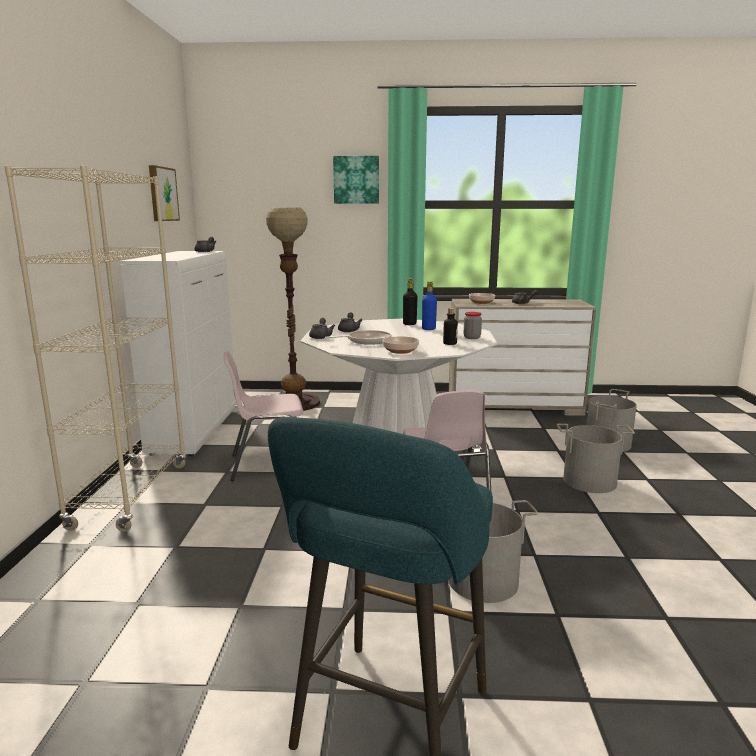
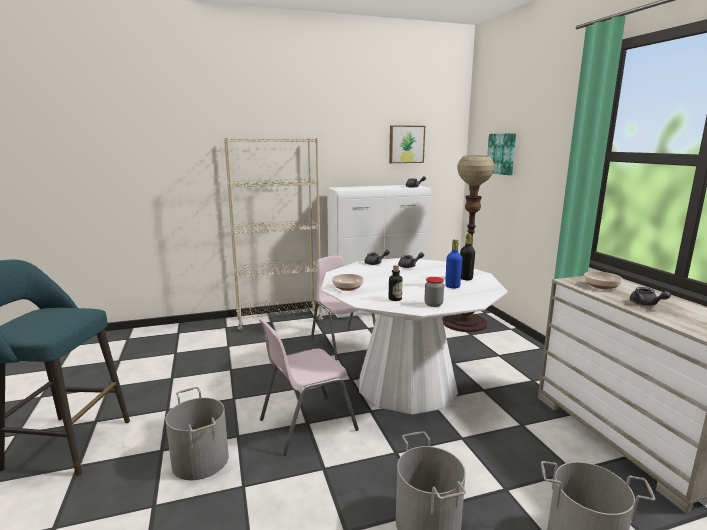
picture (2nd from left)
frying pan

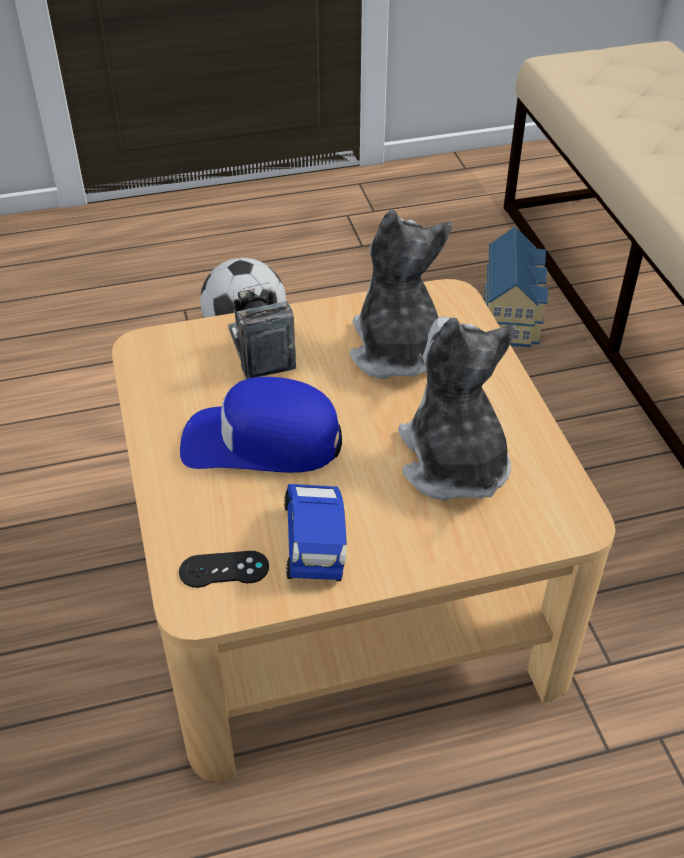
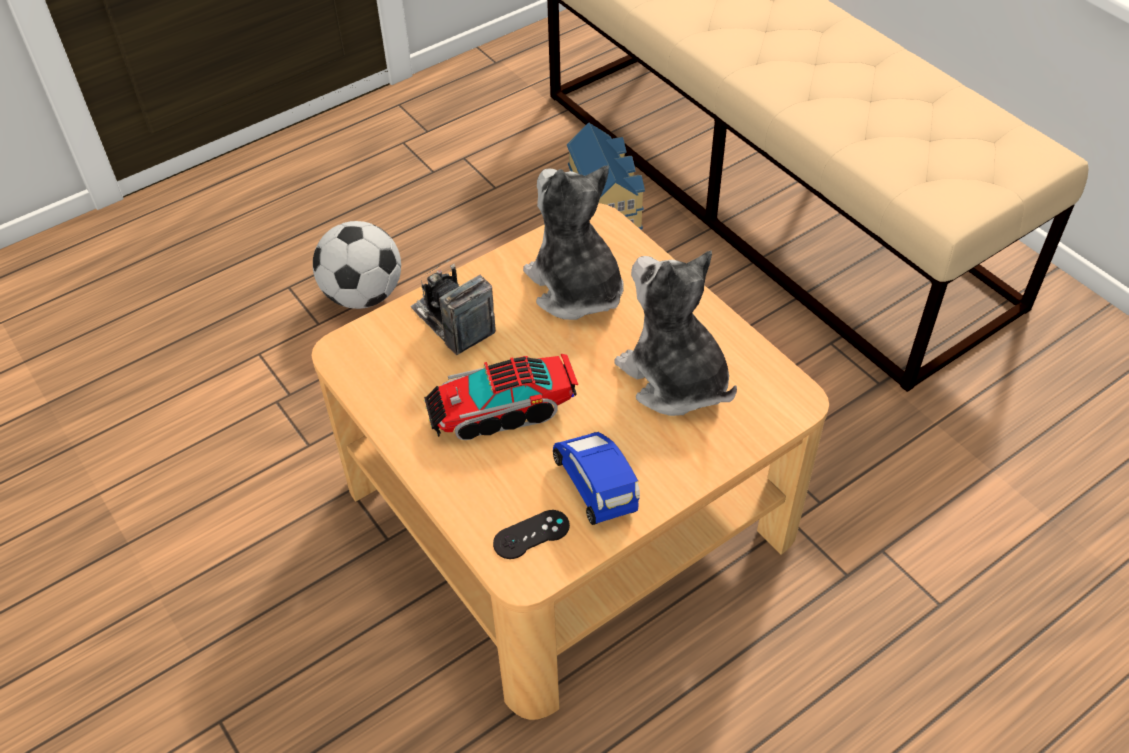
toy truck

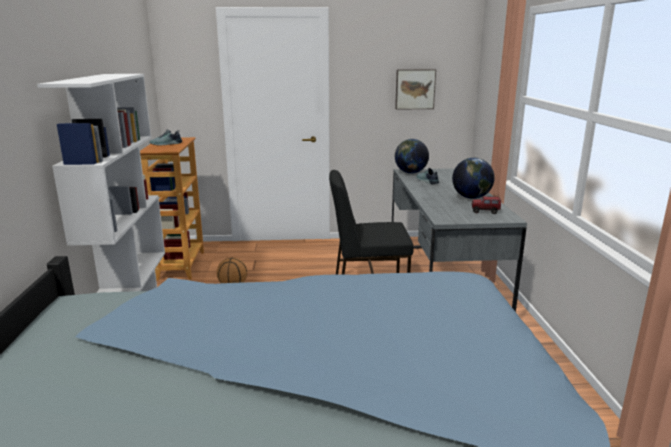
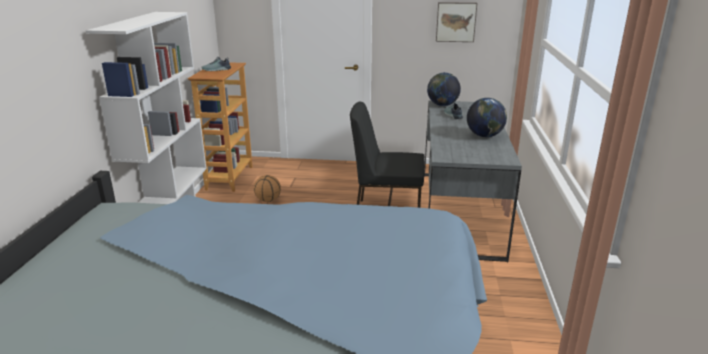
toy truck

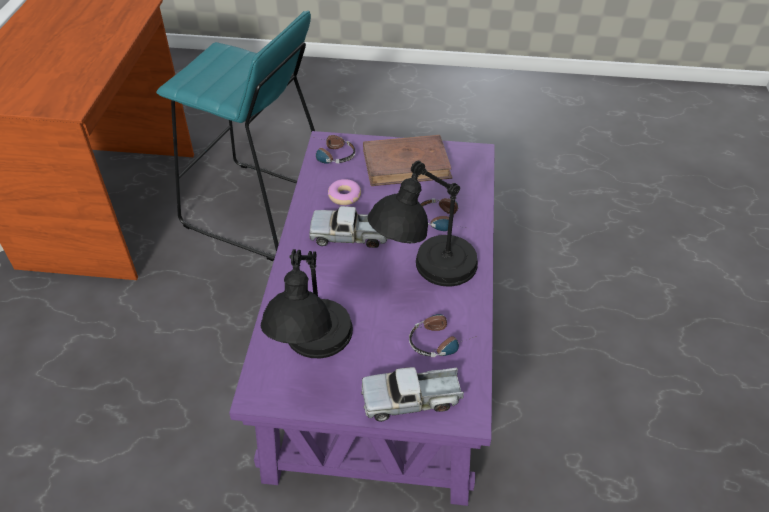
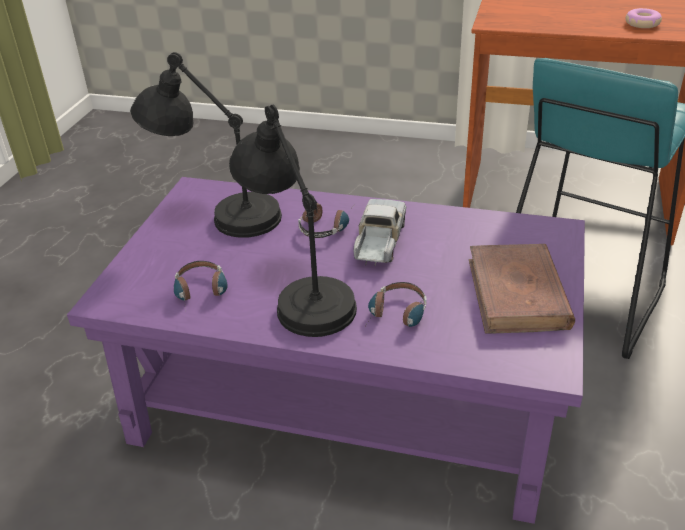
headphones (2nd from left)
donut
toy truck (2nd from left in the first image)

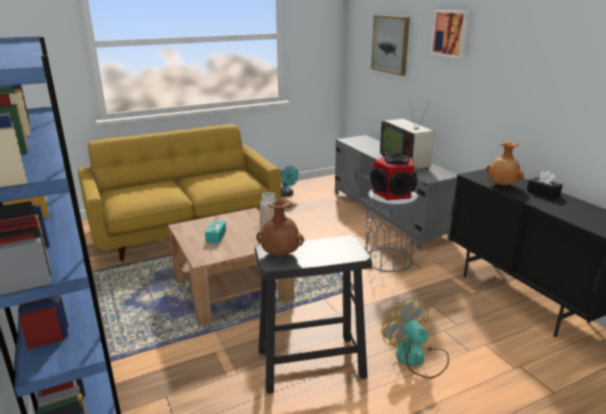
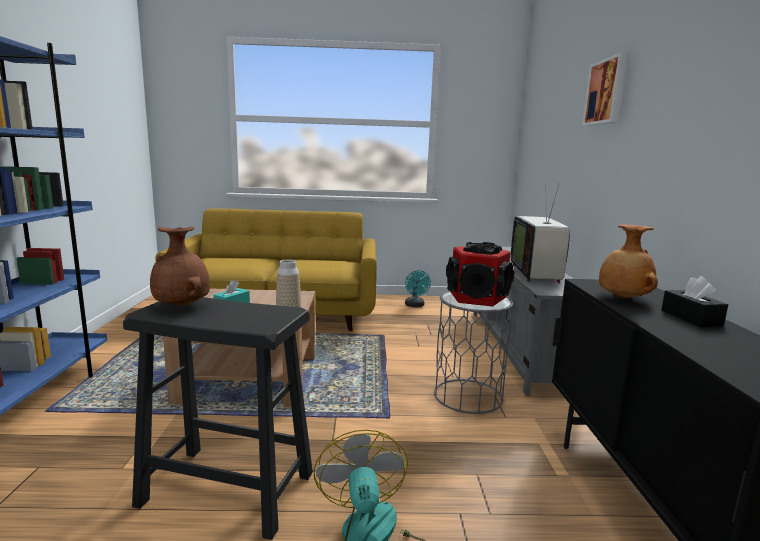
picture (1st from left in the first image)

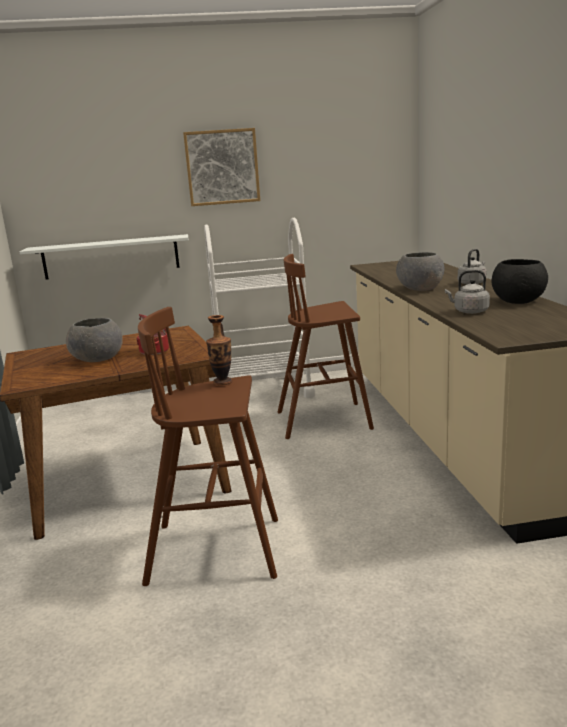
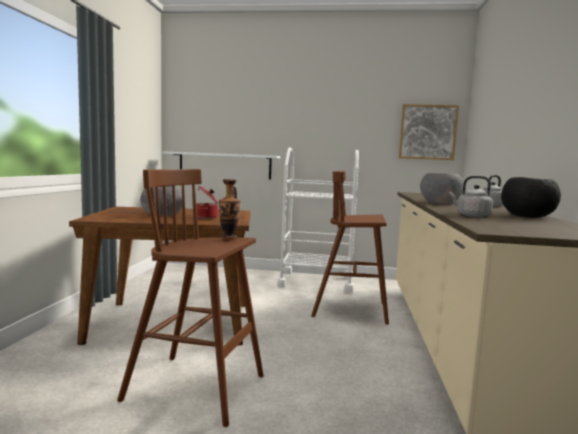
picture

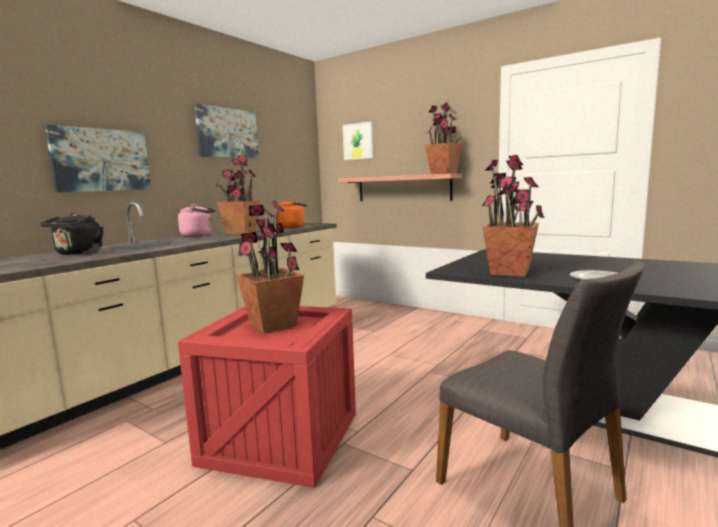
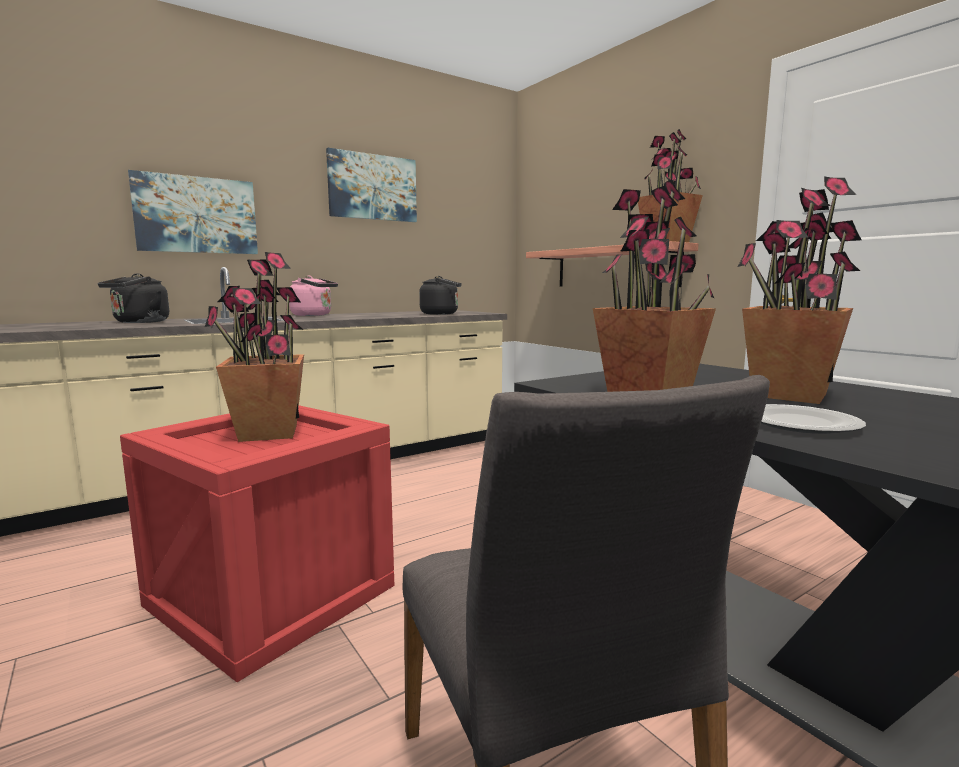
picture (3rd from left in the first image)
potted plant (4th from left)
black kettle (2nd from left)

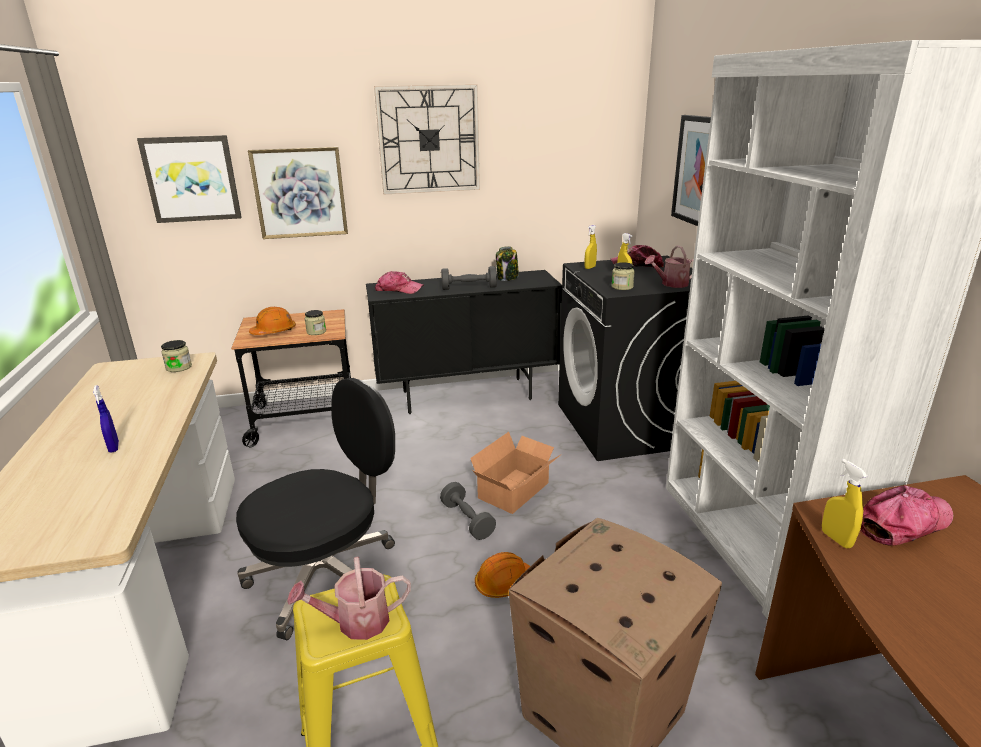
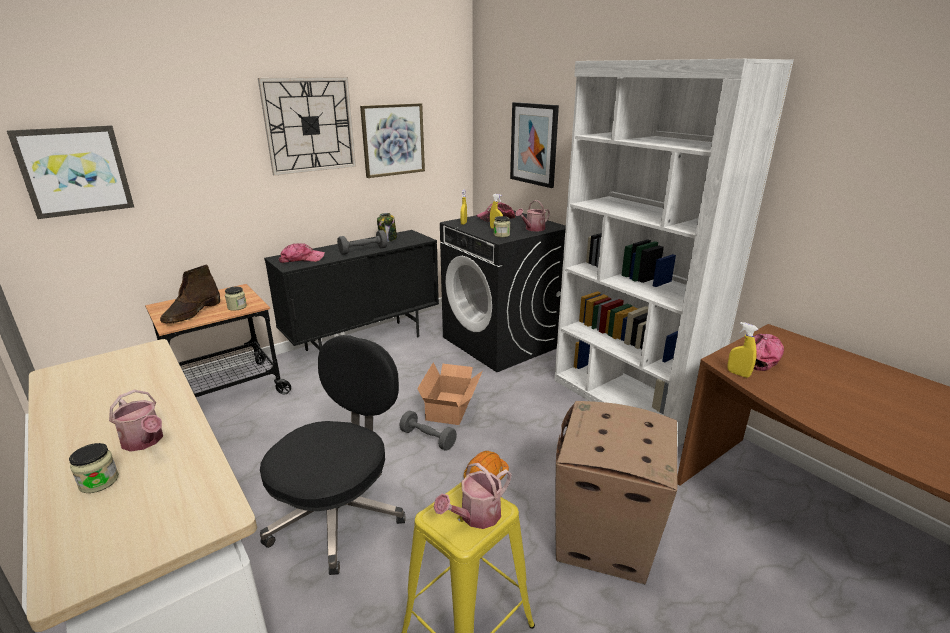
picture (2nd from left)
brown boot
jar (1st from left)
watering can (1st from left)

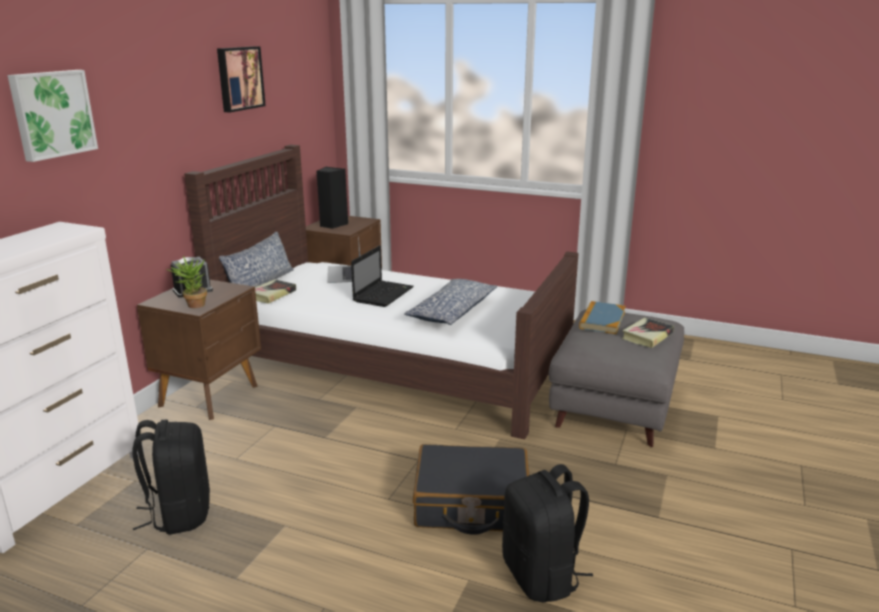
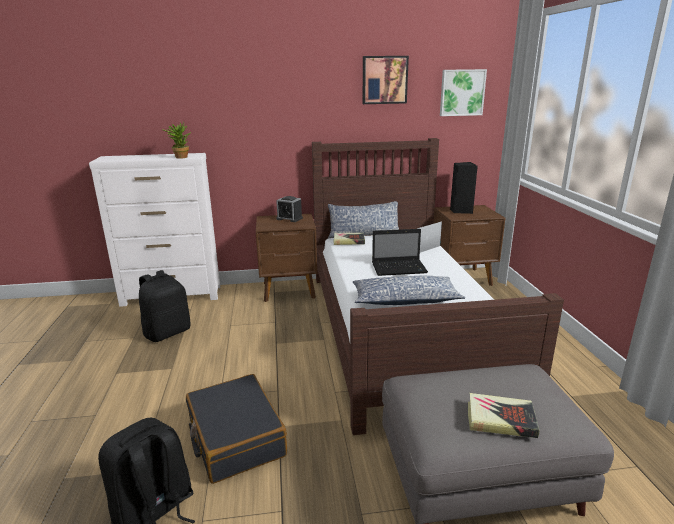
picture (2nd from left)
potted plant
book (2nd from left in the first image)

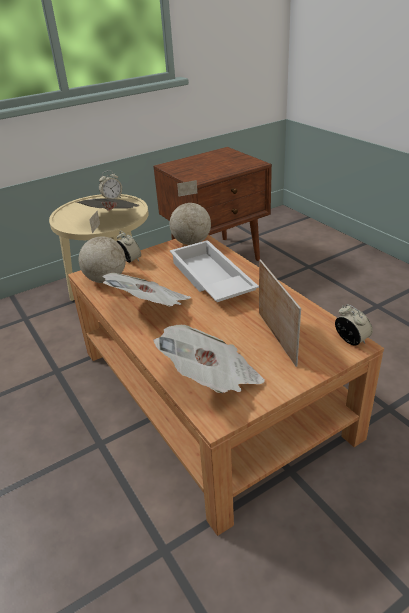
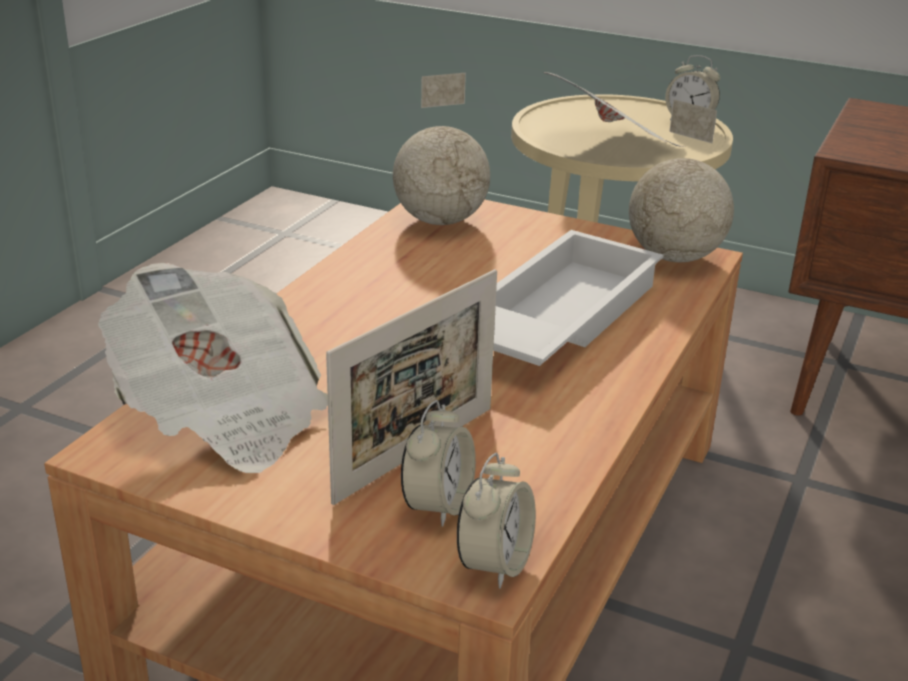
alarm clock (1st from left)
newspaper (2nd from left in the first image)

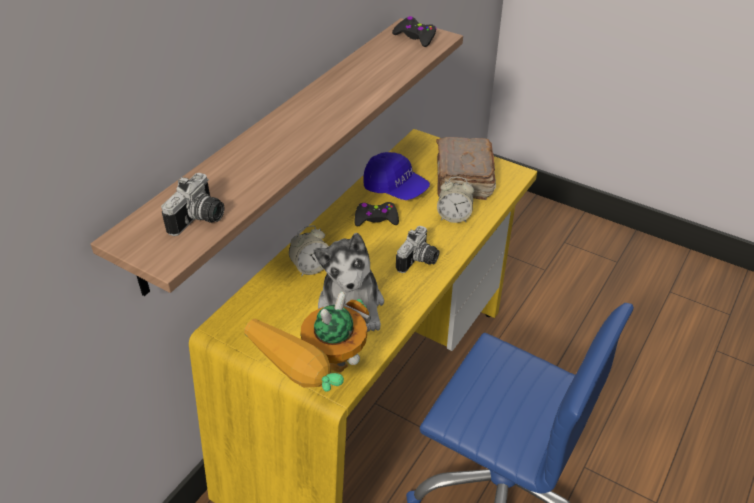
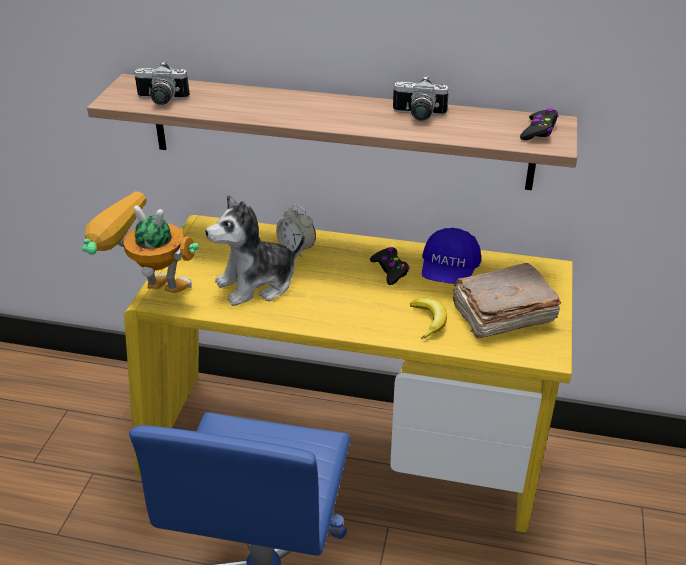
banana
photo camera (2nd from left)

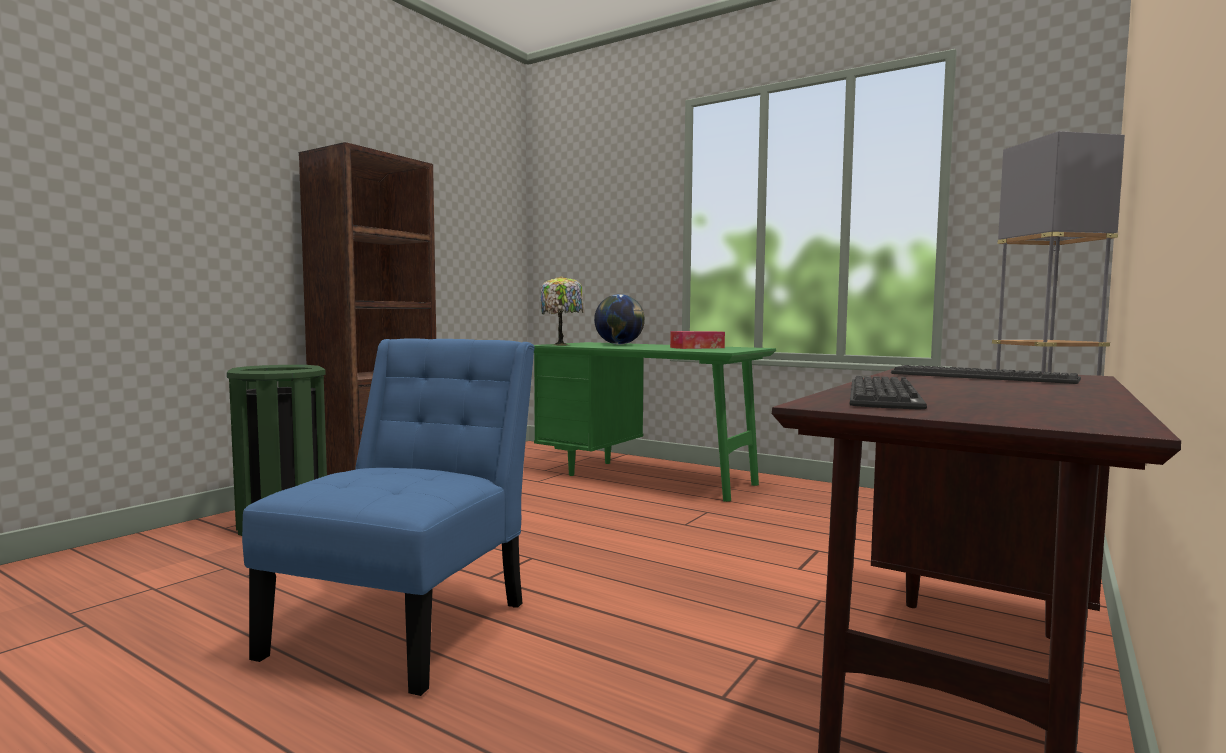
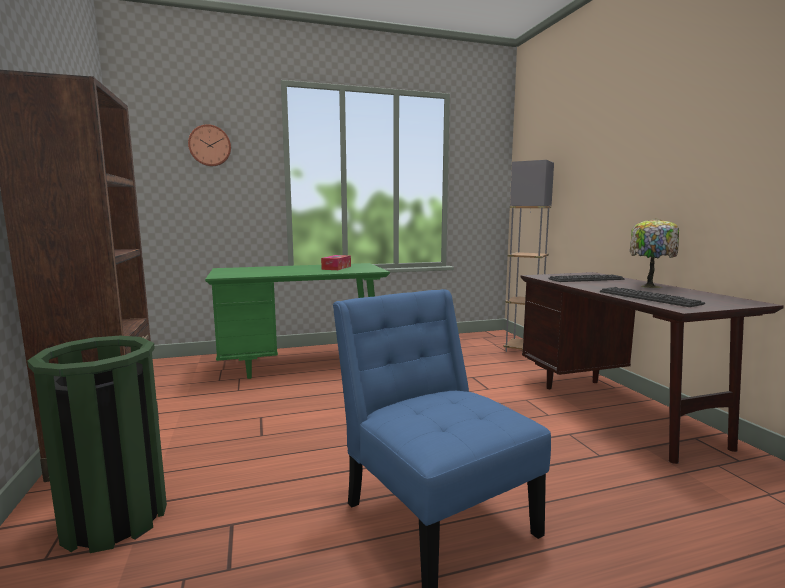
table lamp
globe
wall clock

